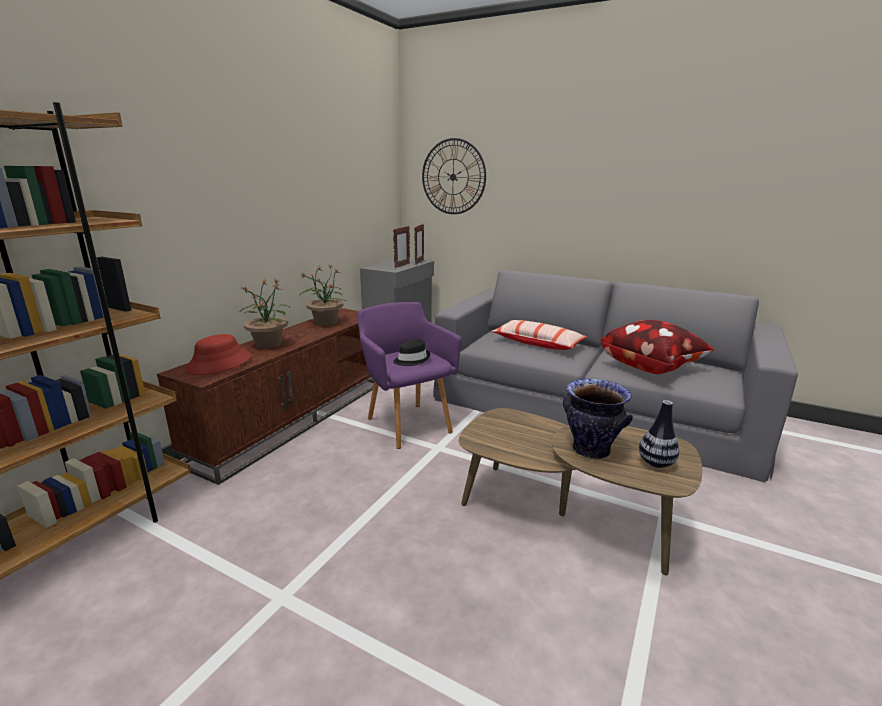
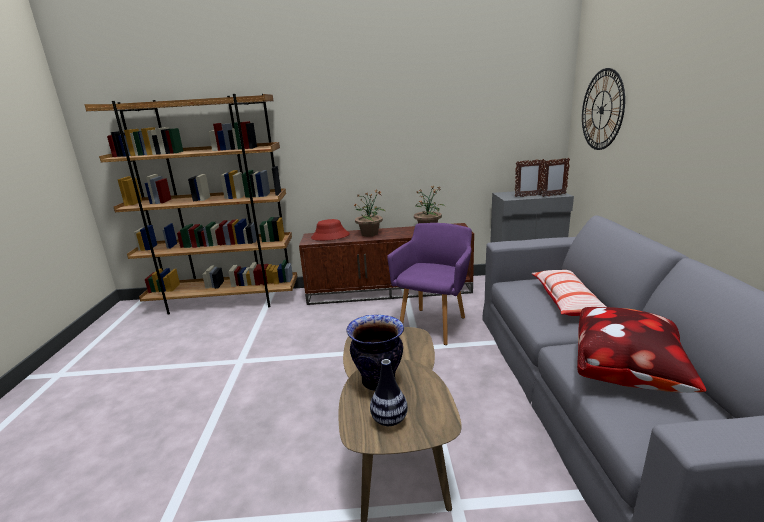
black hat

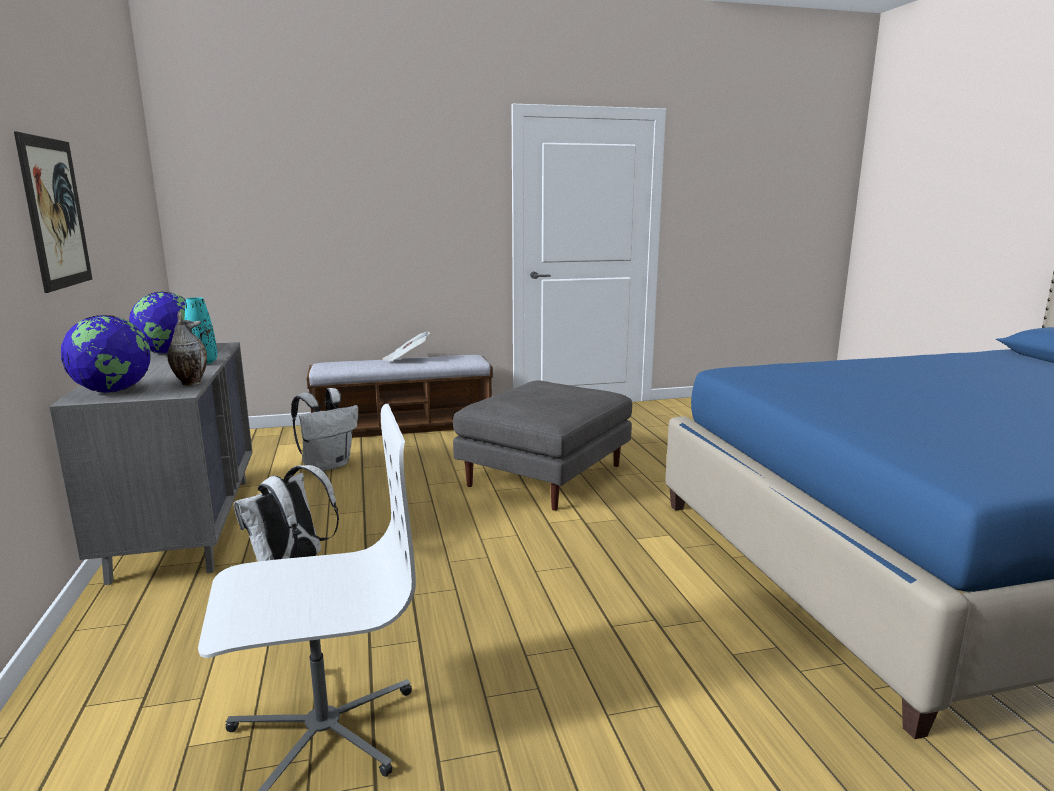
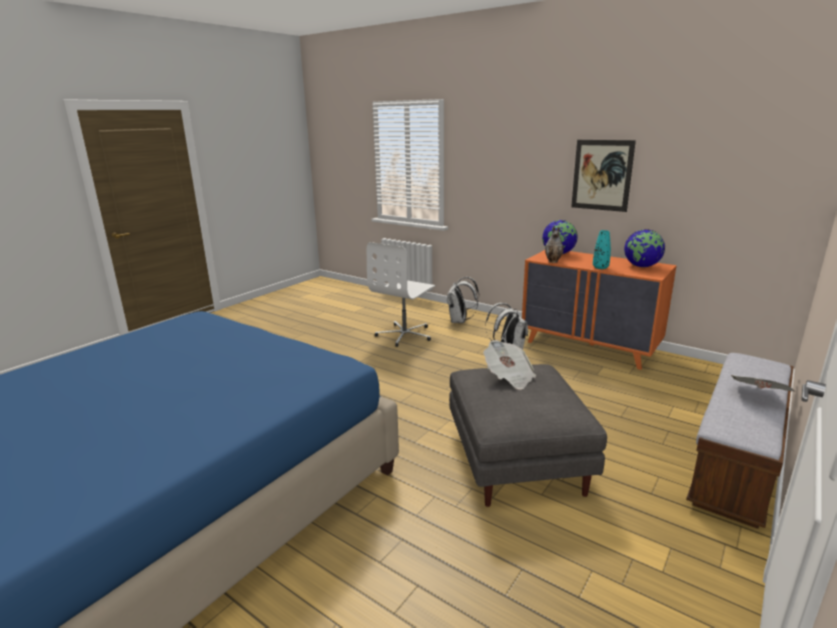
orange dresser
white backpack (1st from left)
newspaper (1st from left)

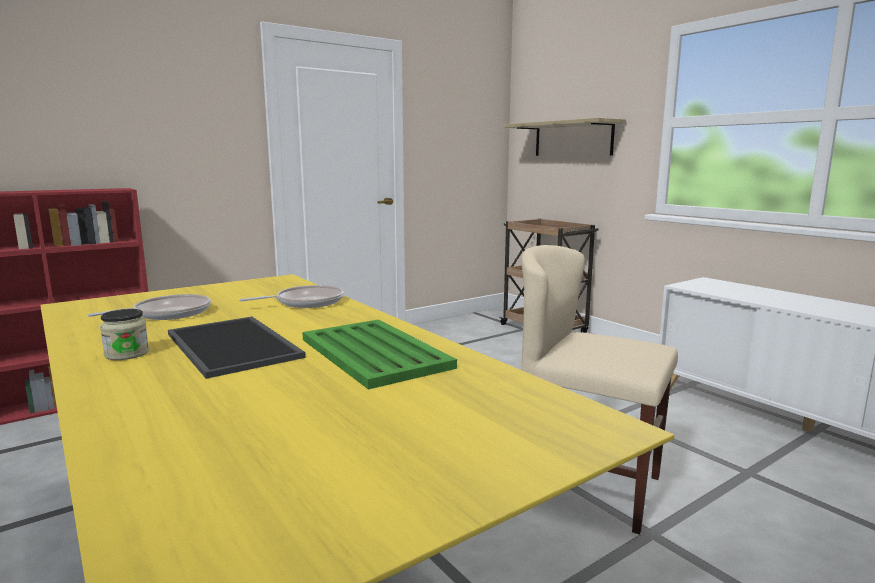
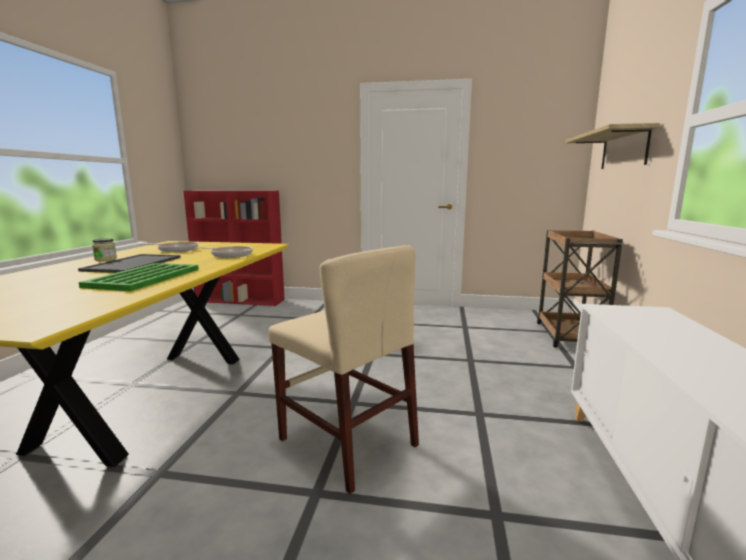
beige chair

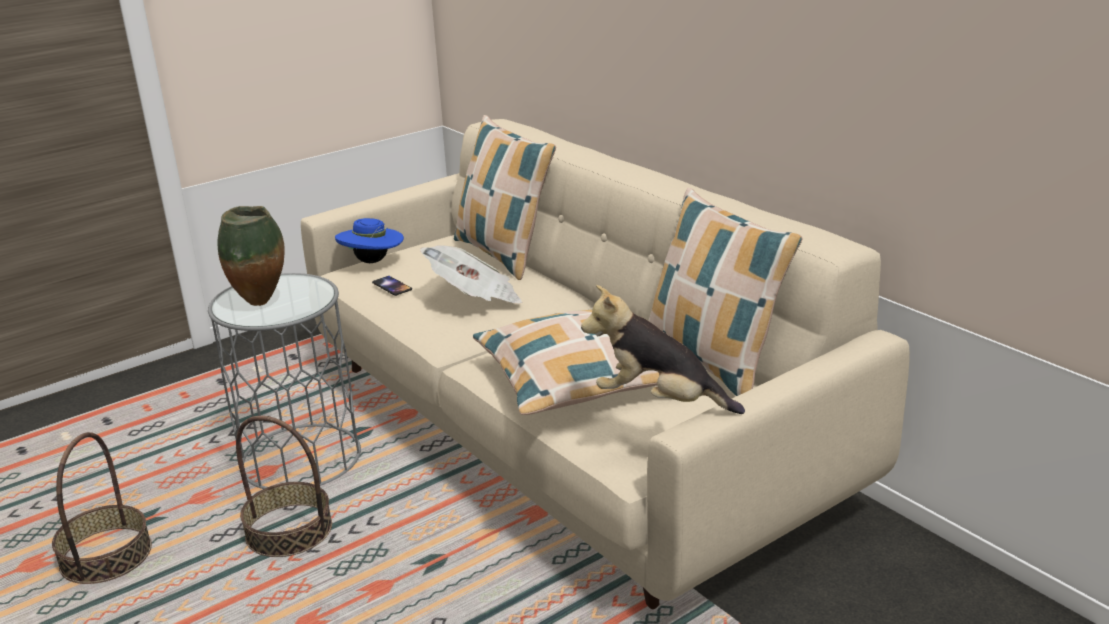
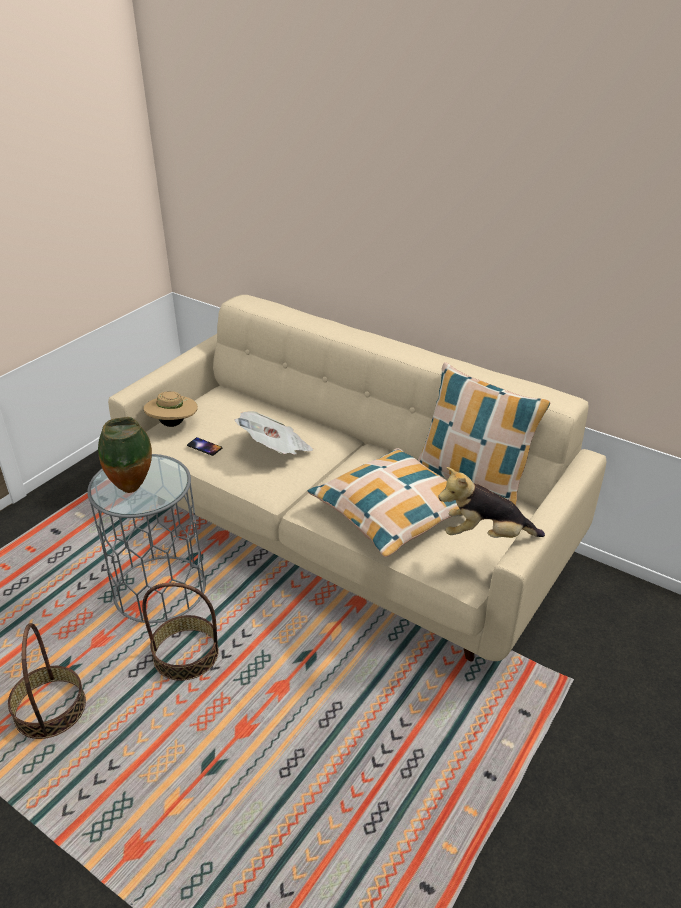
pillow (1st from left in the first image)
beige hat

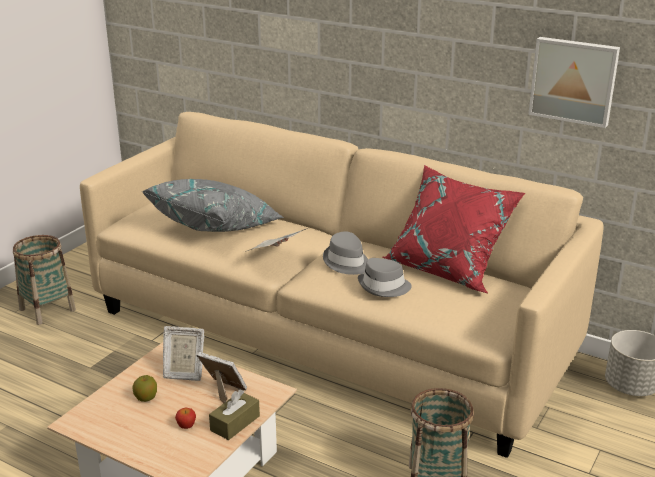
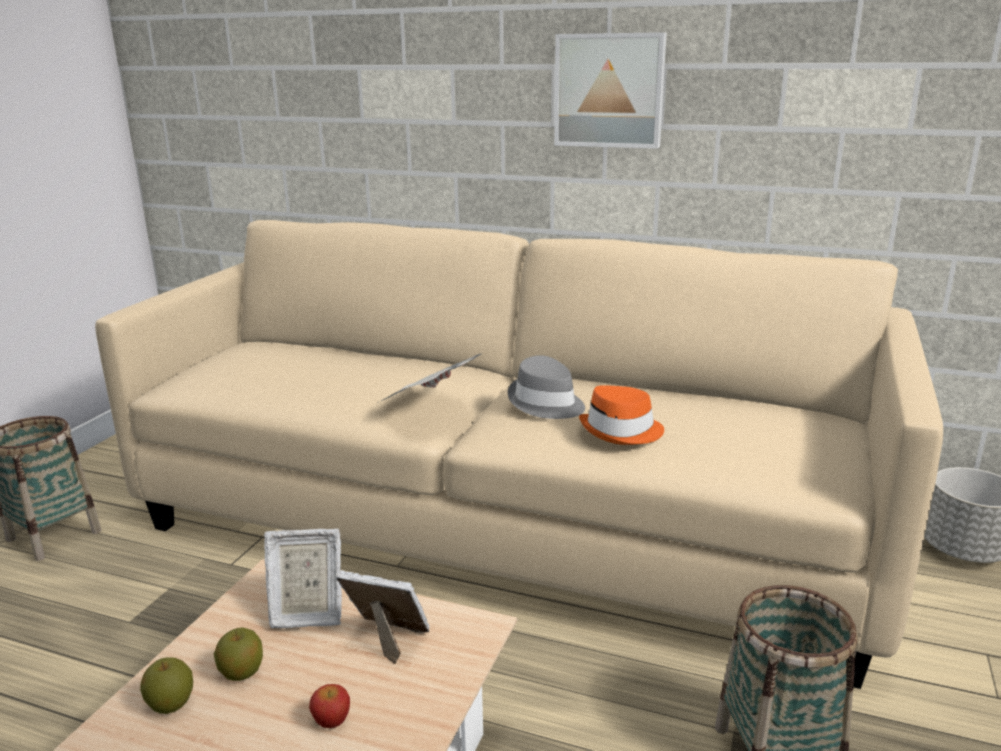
picture
red pillow
grey pillow
orange hat
brown tissue box
apple (1st from left)

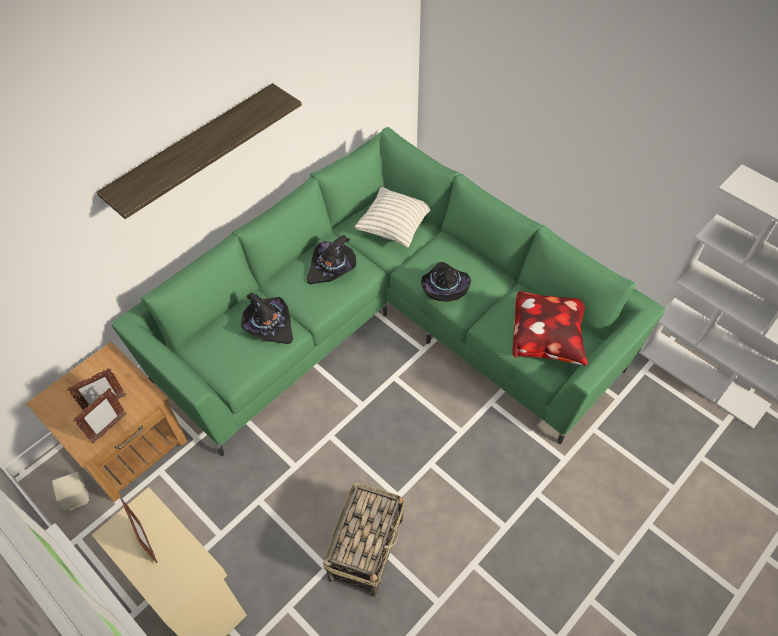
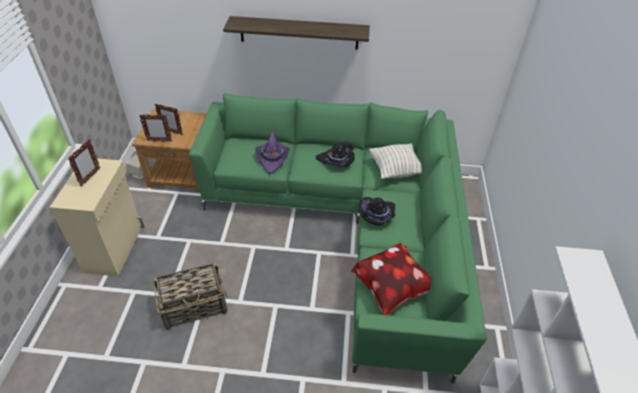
purple hat

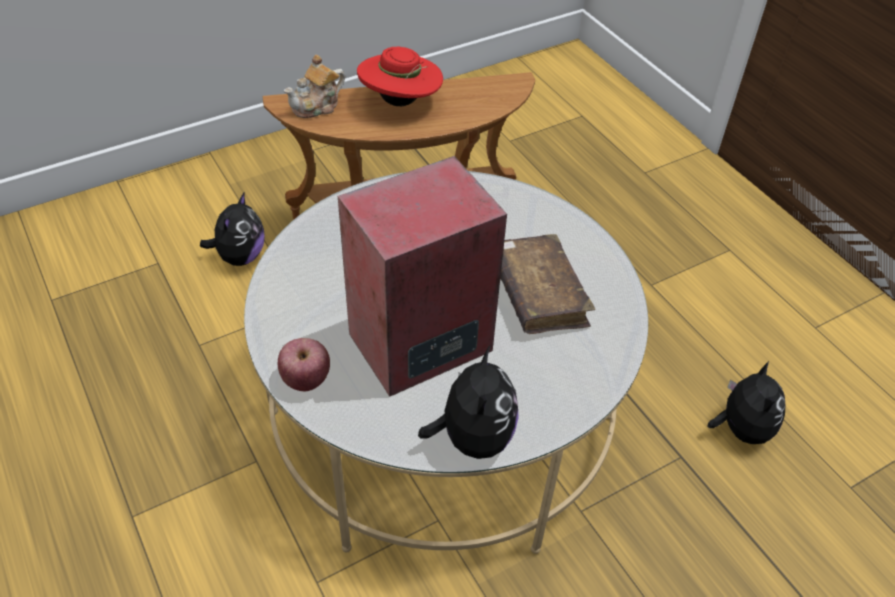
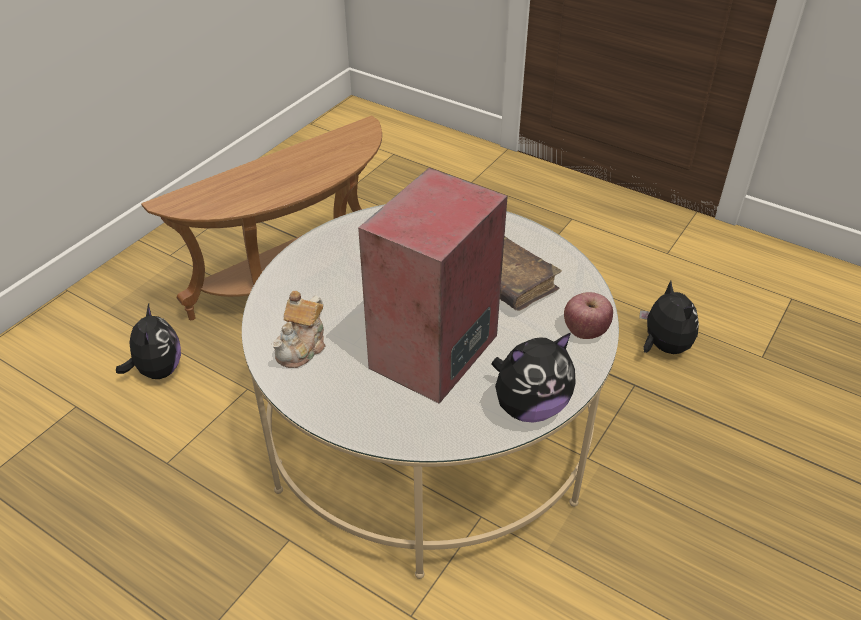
red hat
teapot
apple
plush toy (2nd from left)

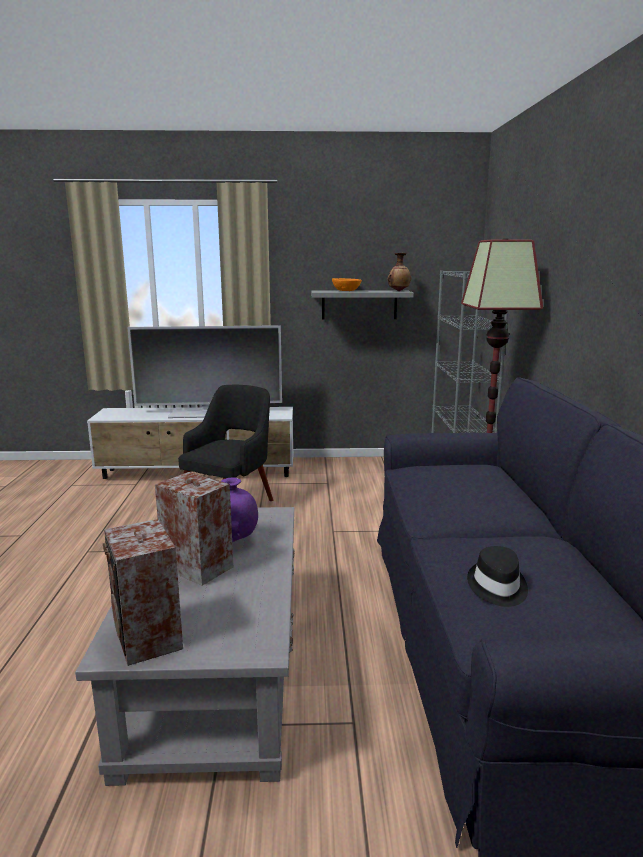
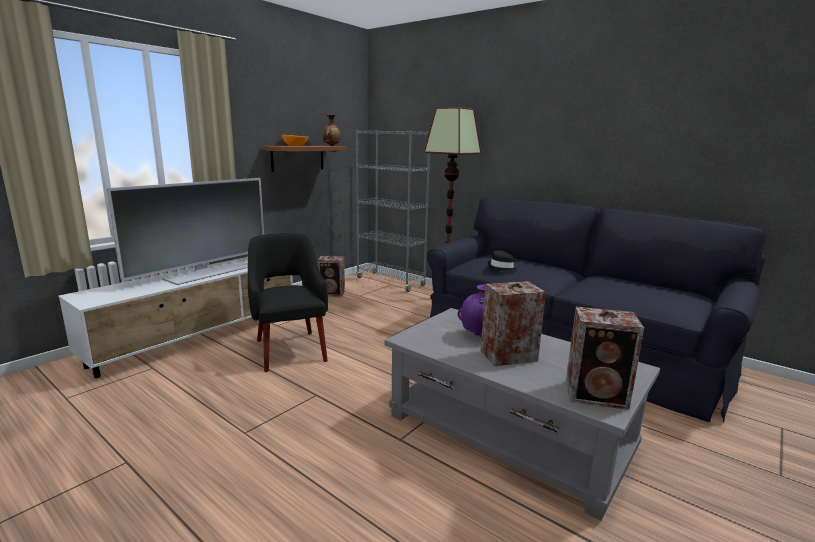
brown shelf
black hat
speaker (1st from left)

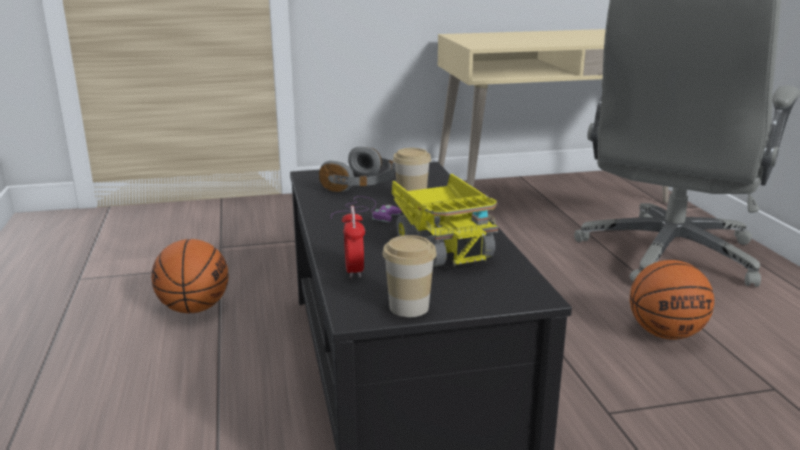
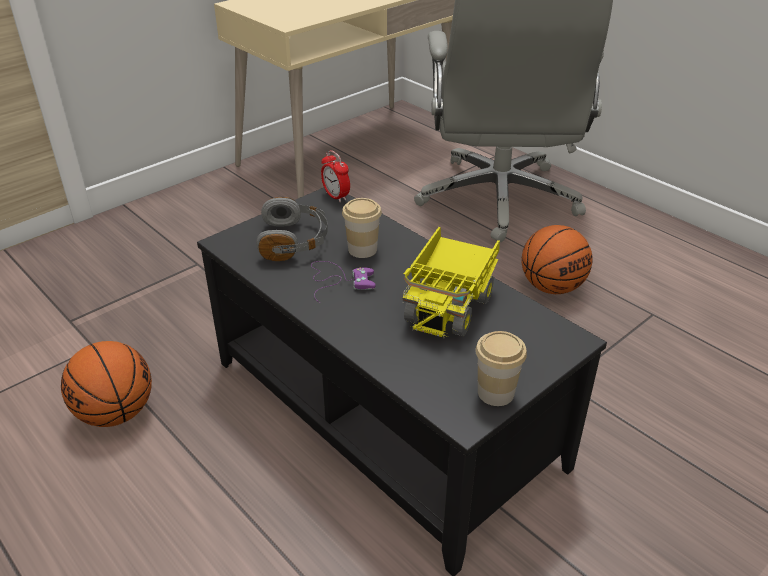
toy truck
alarm clock

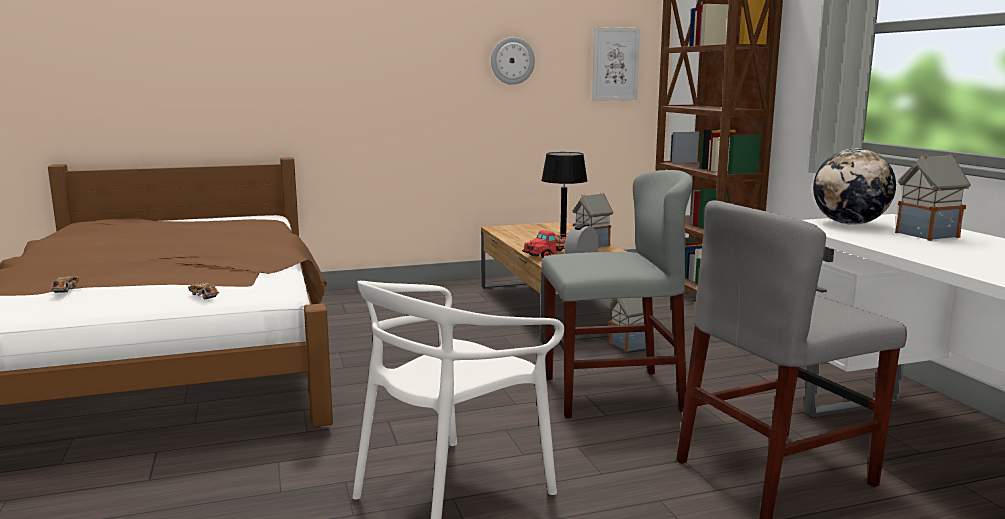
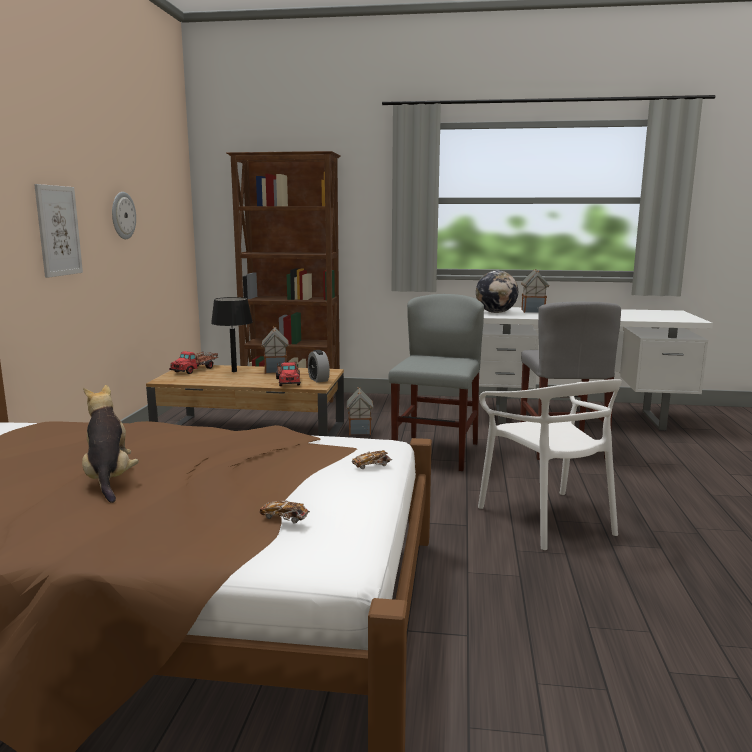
picture
toy truck (1st from left)
plush toy

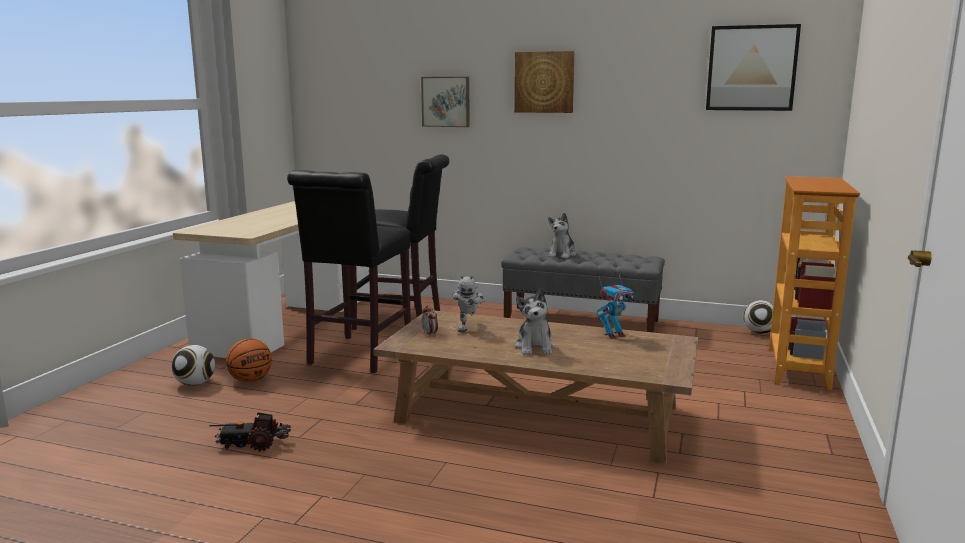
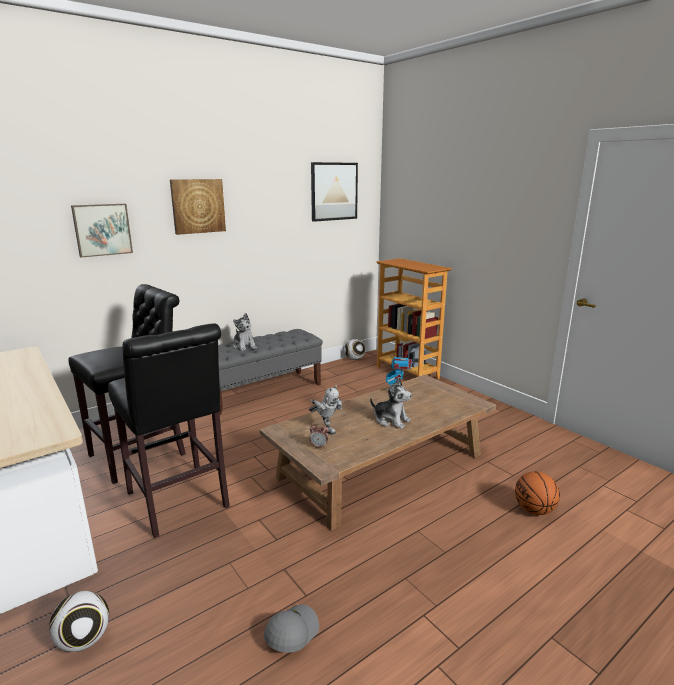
basketball
grey cap

